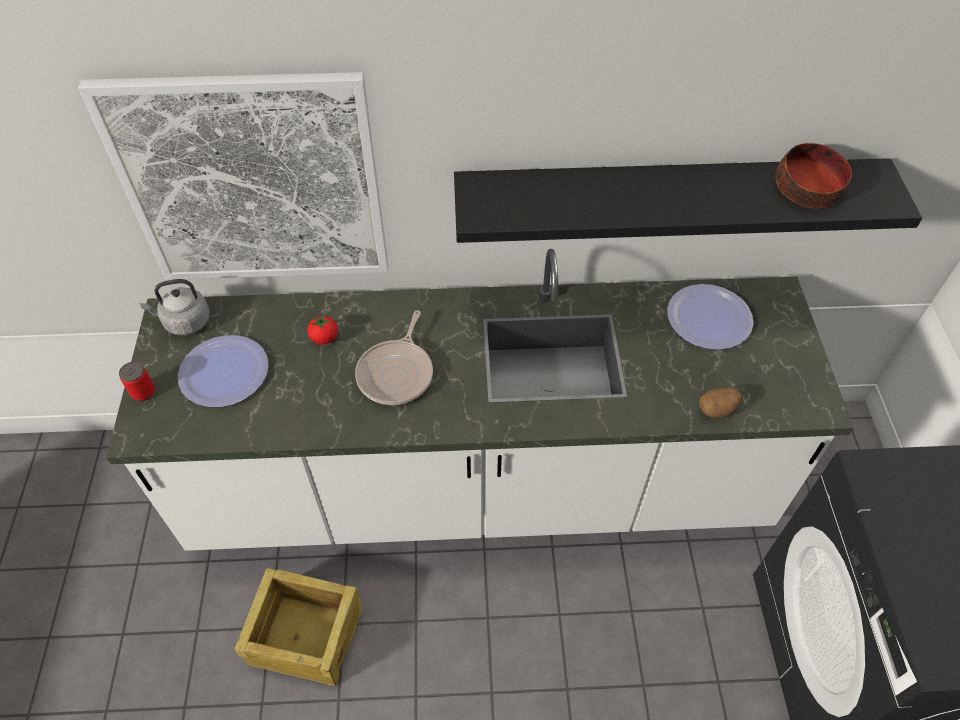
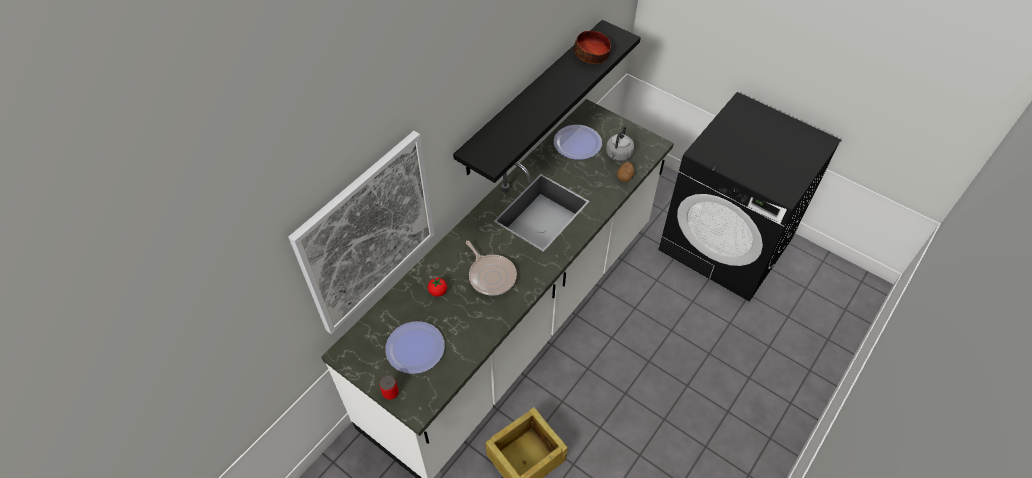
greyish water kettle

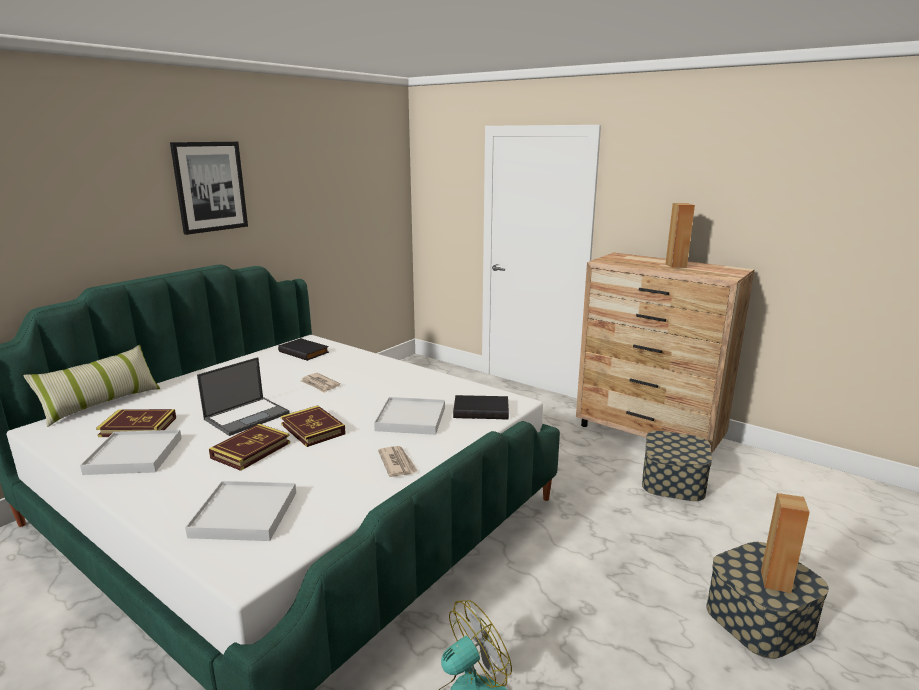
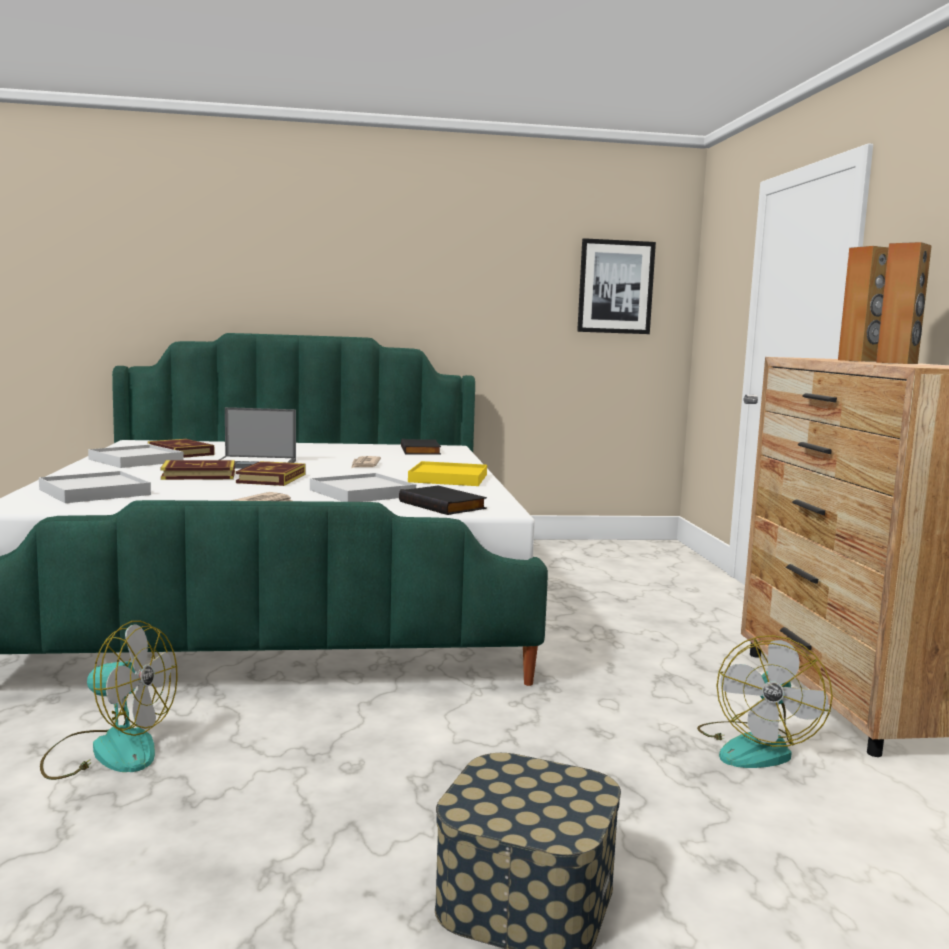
pillow
wall art
fan (no. 2 from left)
brownish speaker (no. 1 from left)
yellow-coloured tray

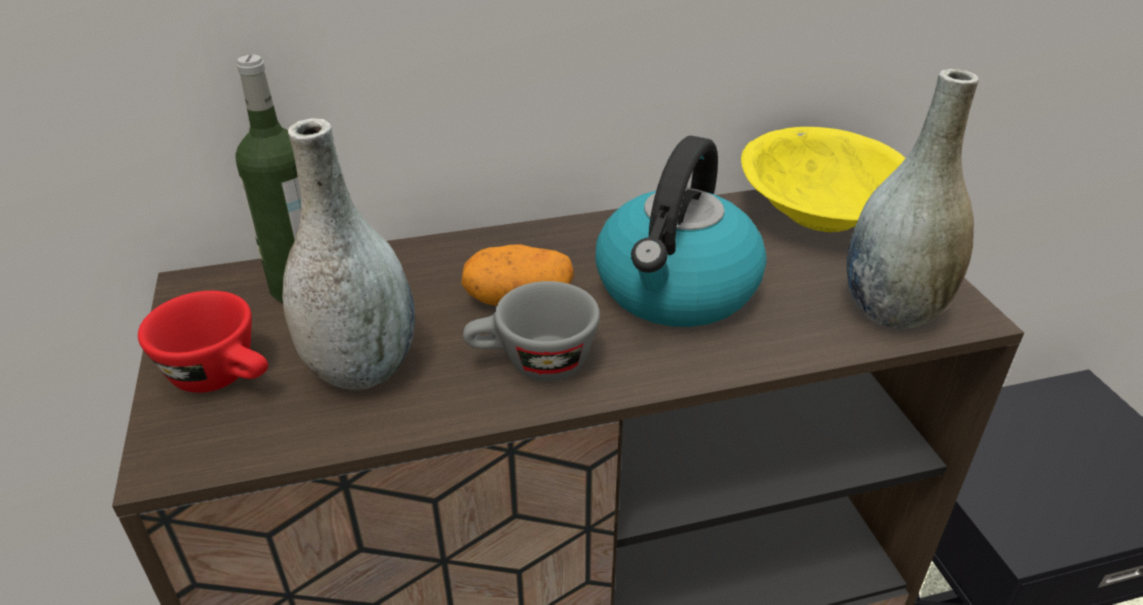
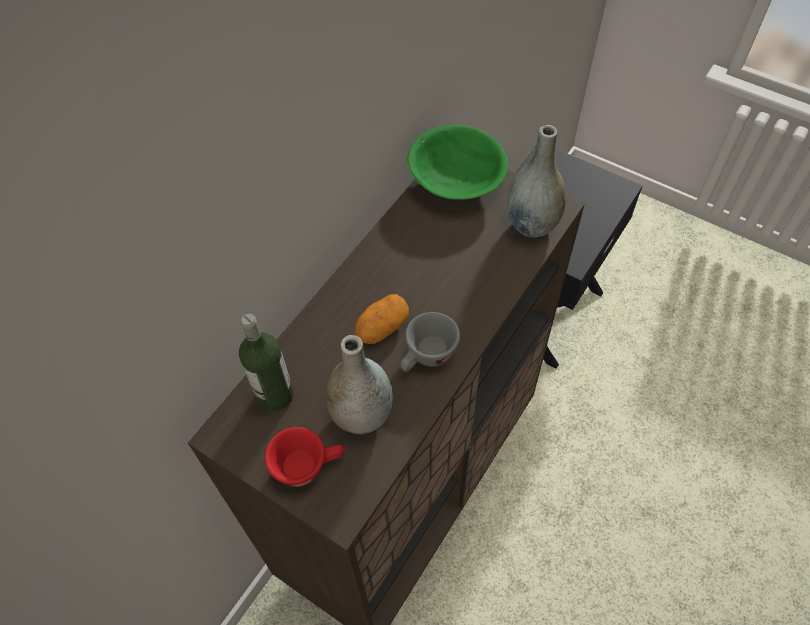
water kettle
green deep dish

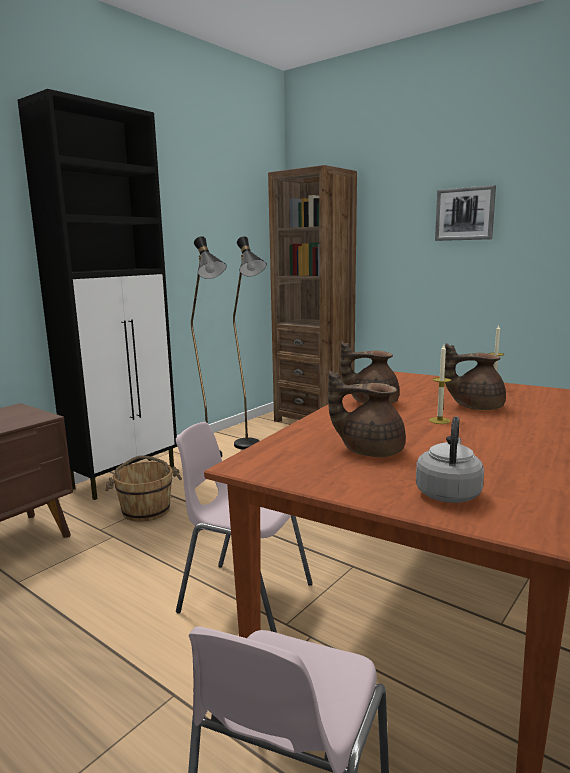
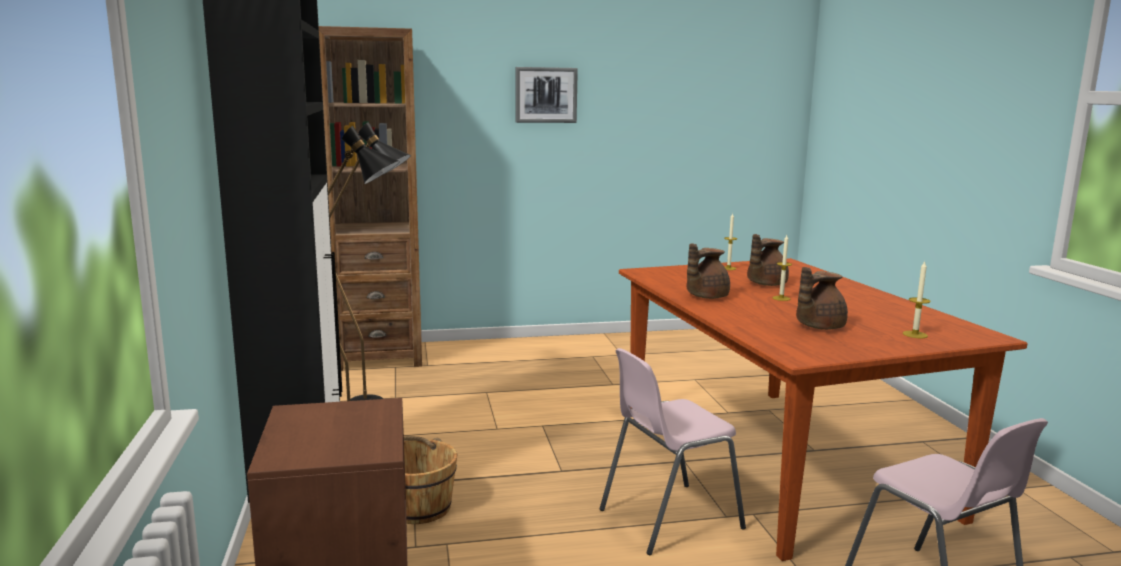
wax candle (no. 3 from left)

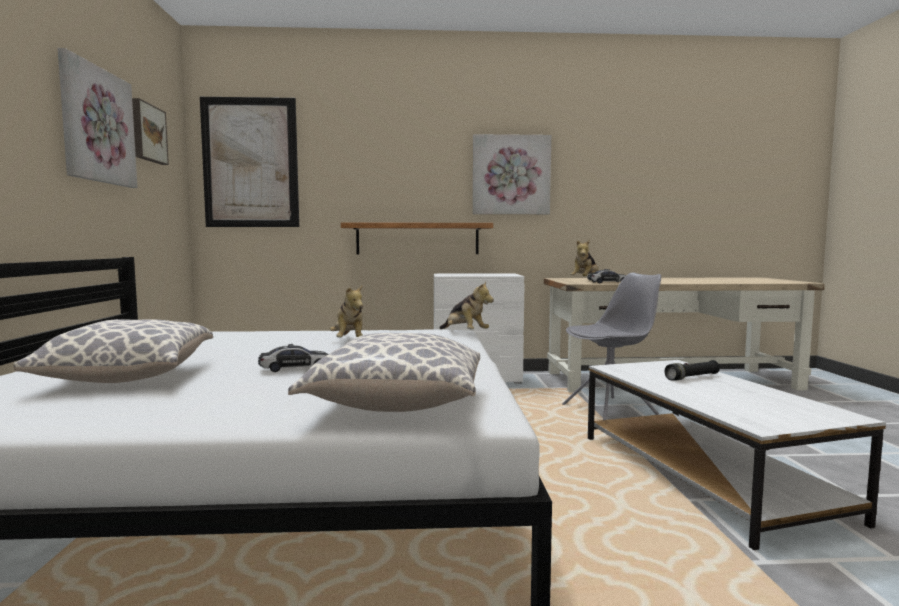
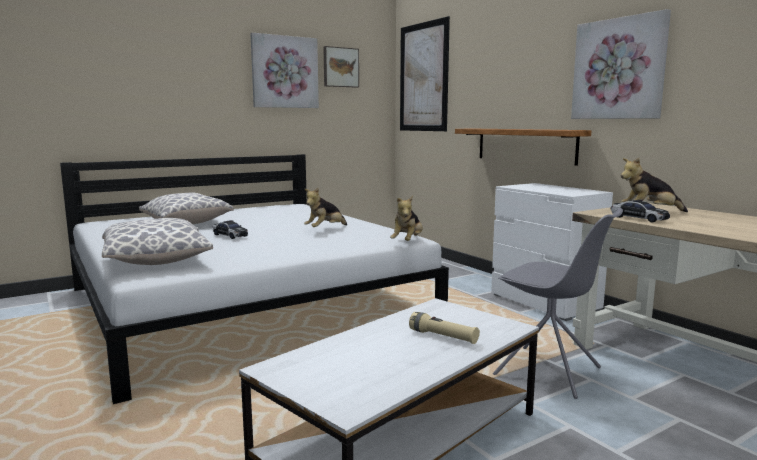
sand-coloured hand torch

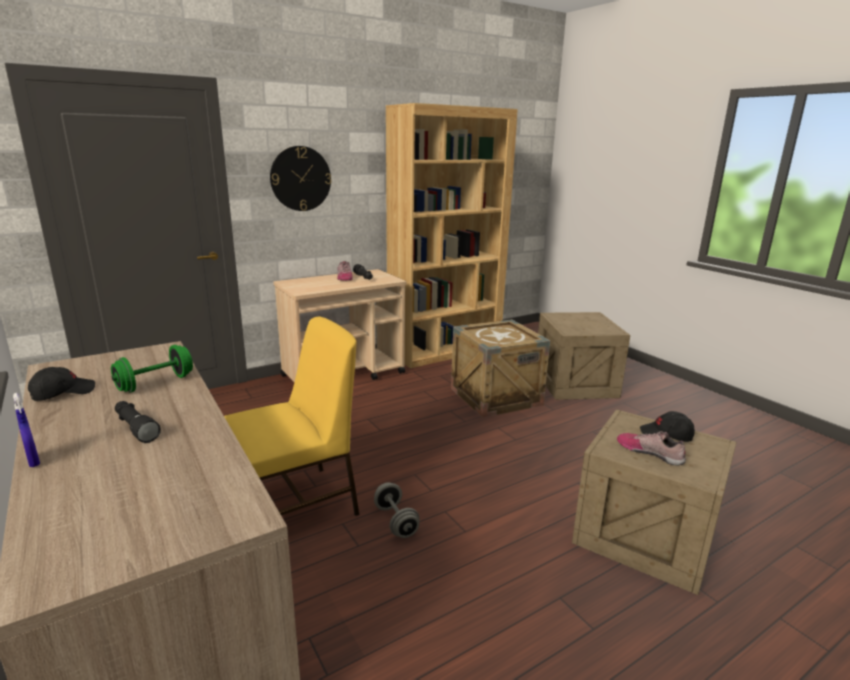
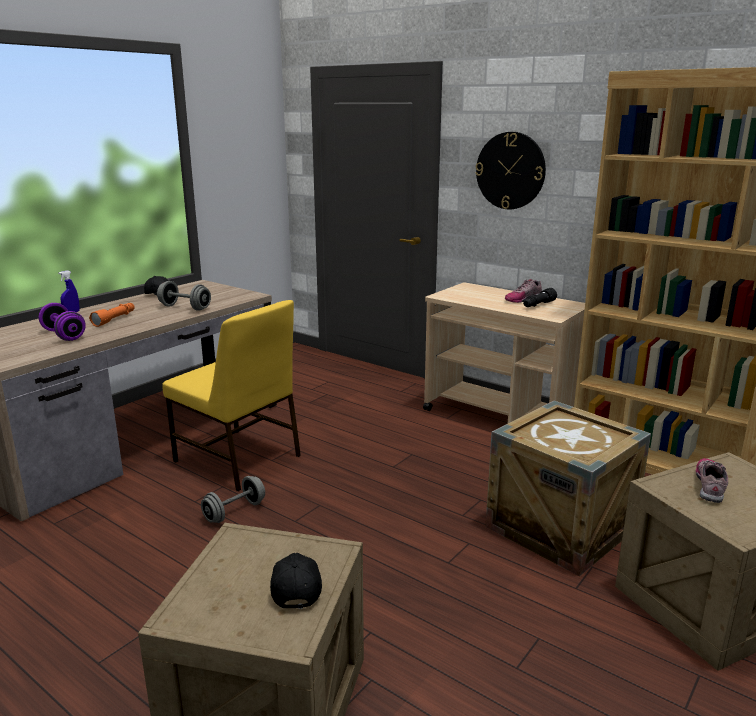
greyish free weight (no. 1 from left)
orange-coloured hand torch
low shoe (no. 2 from left)
purple free weight

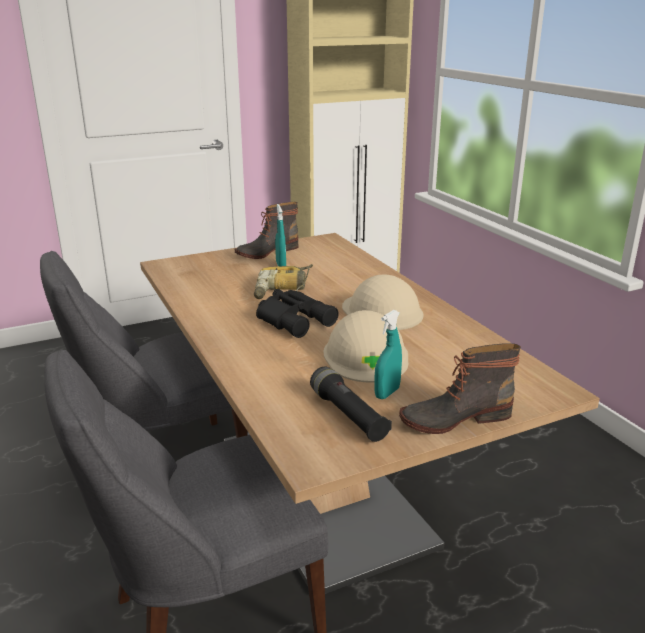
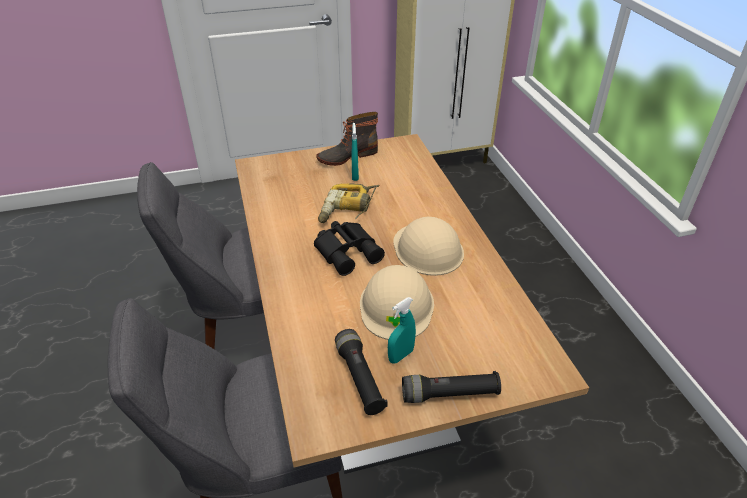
black-coloured hand torch (no. 2 from left)

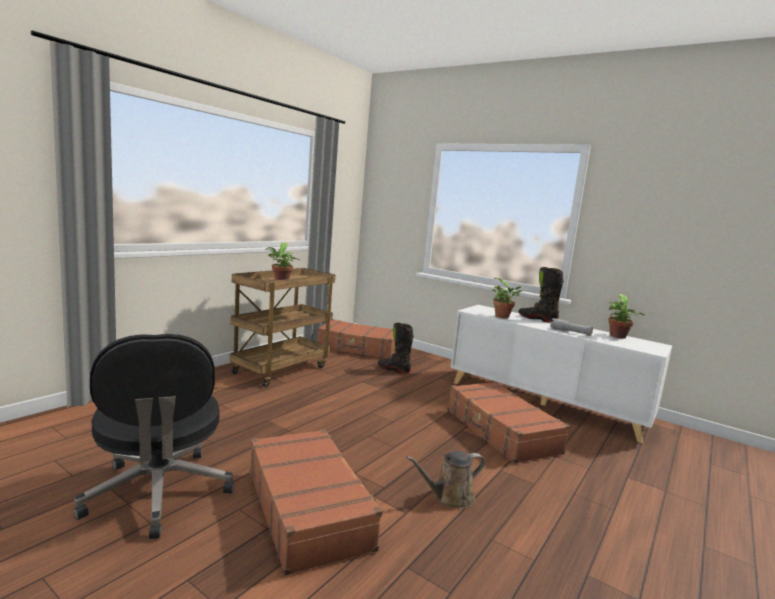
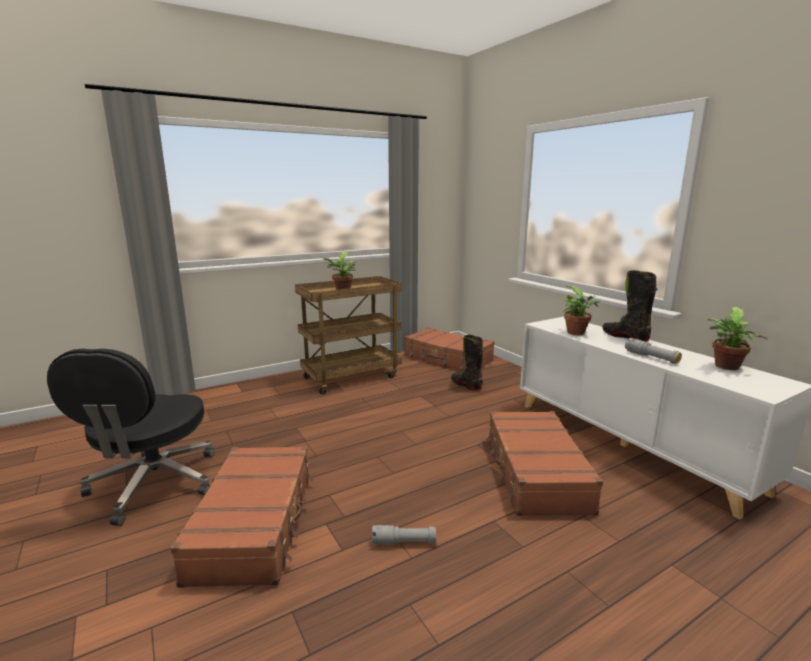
greyish hand torch (no. 1 from left)

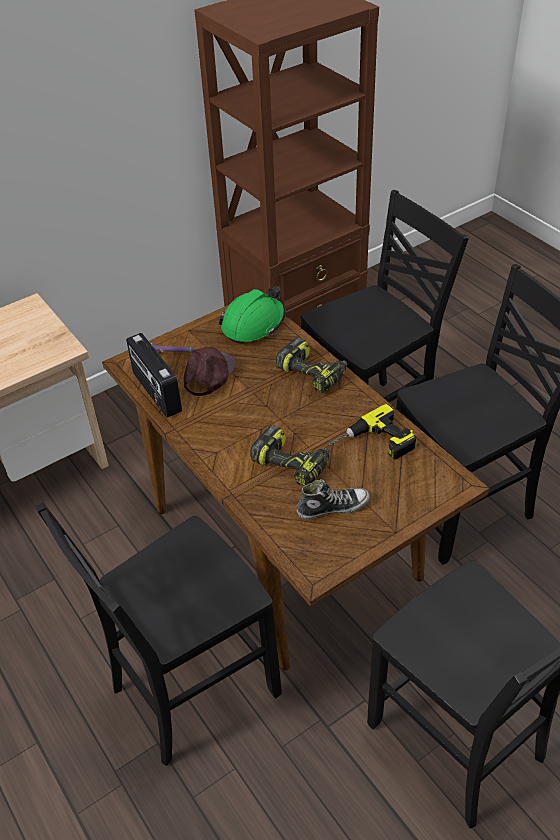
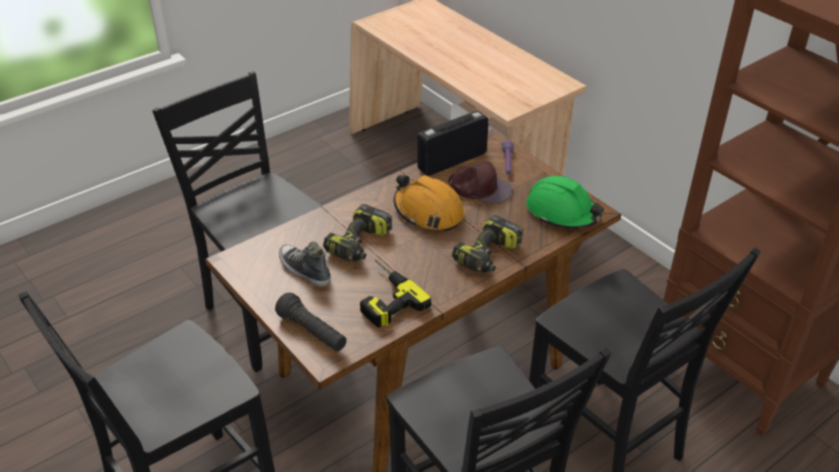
low shoe
black-coloured hand torch
orange-coloured safety helmet

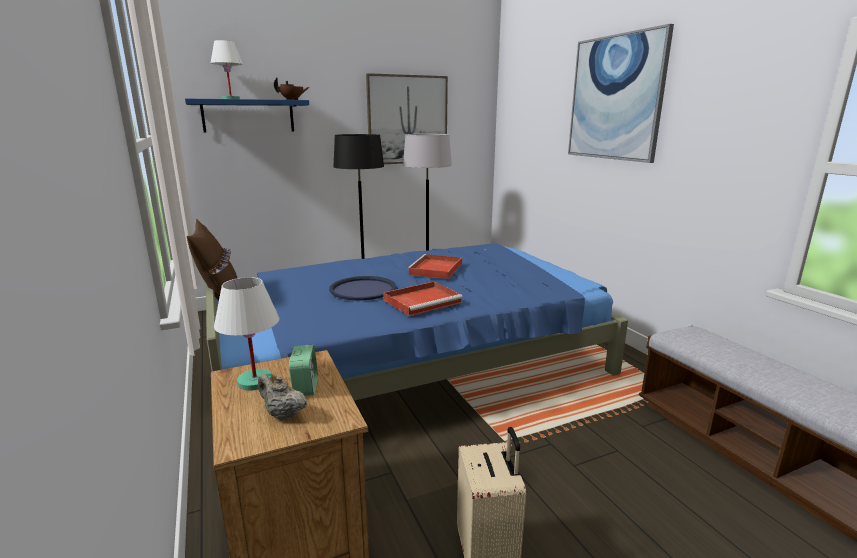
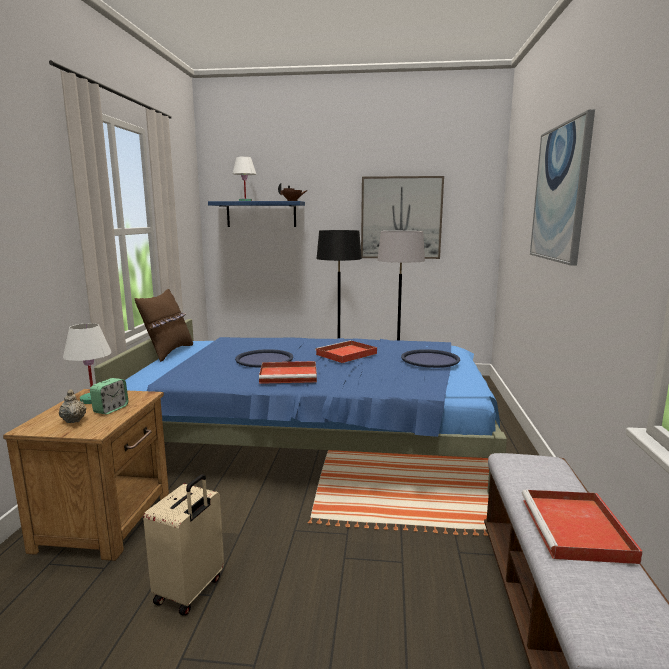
blue-coloured tray (no. 2 from left)
red tray (no. 3 from left)

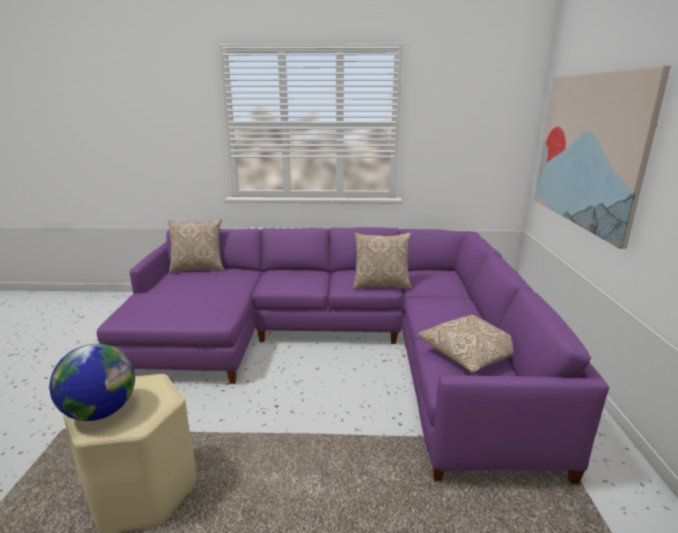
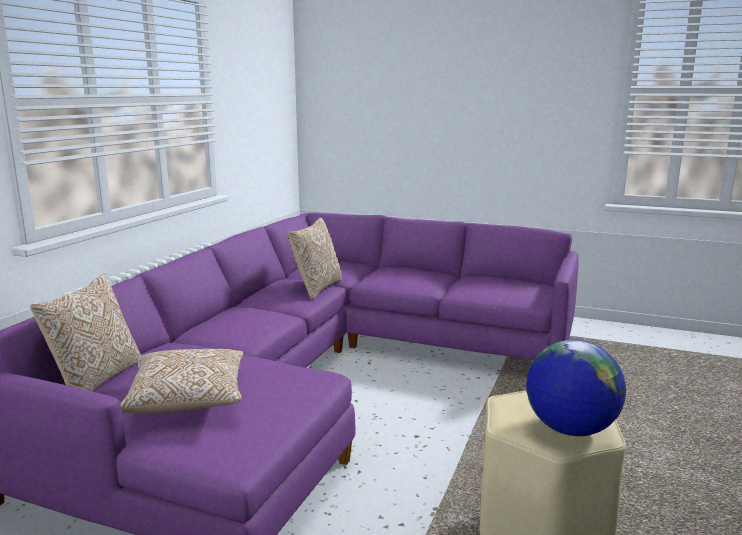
pillow (no. 2 from left)
wall art

